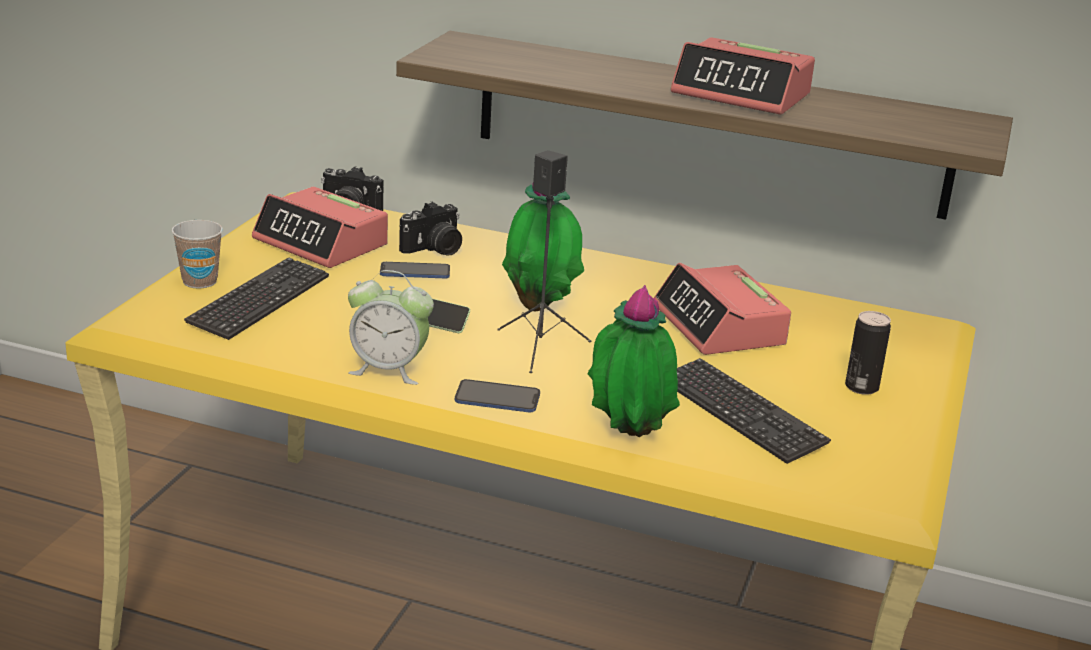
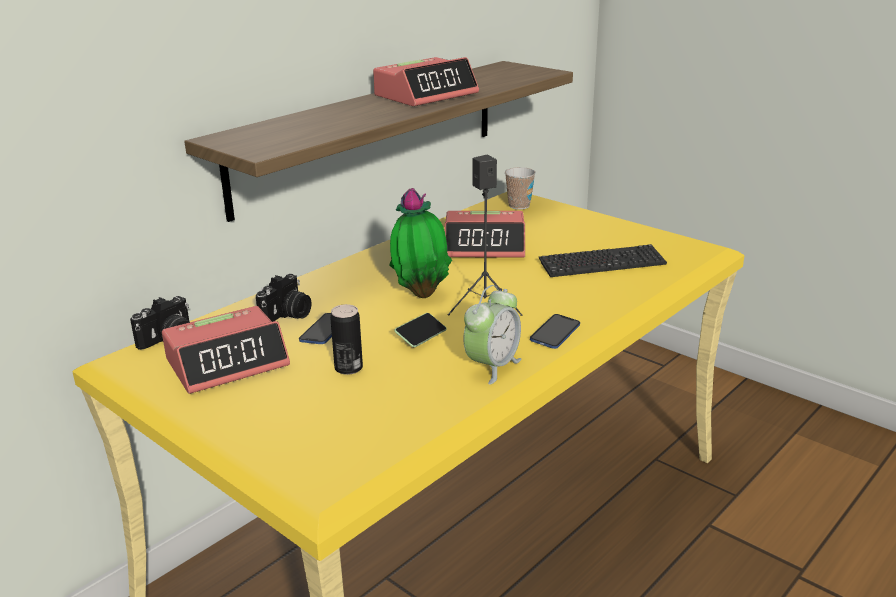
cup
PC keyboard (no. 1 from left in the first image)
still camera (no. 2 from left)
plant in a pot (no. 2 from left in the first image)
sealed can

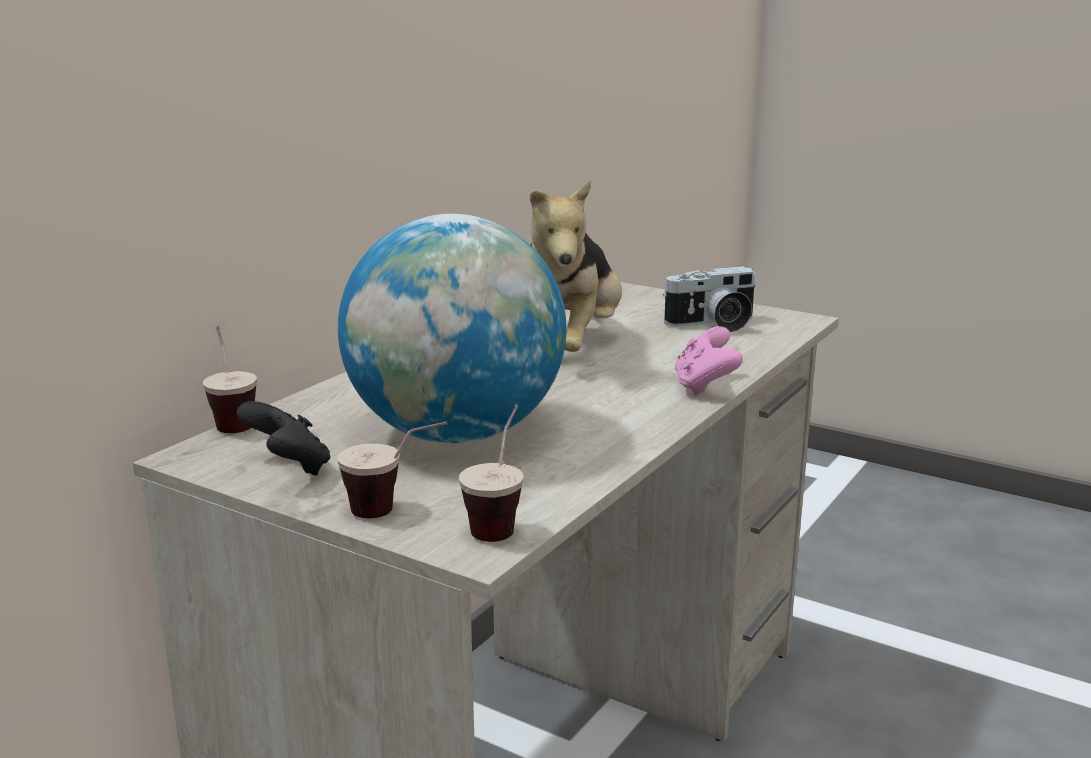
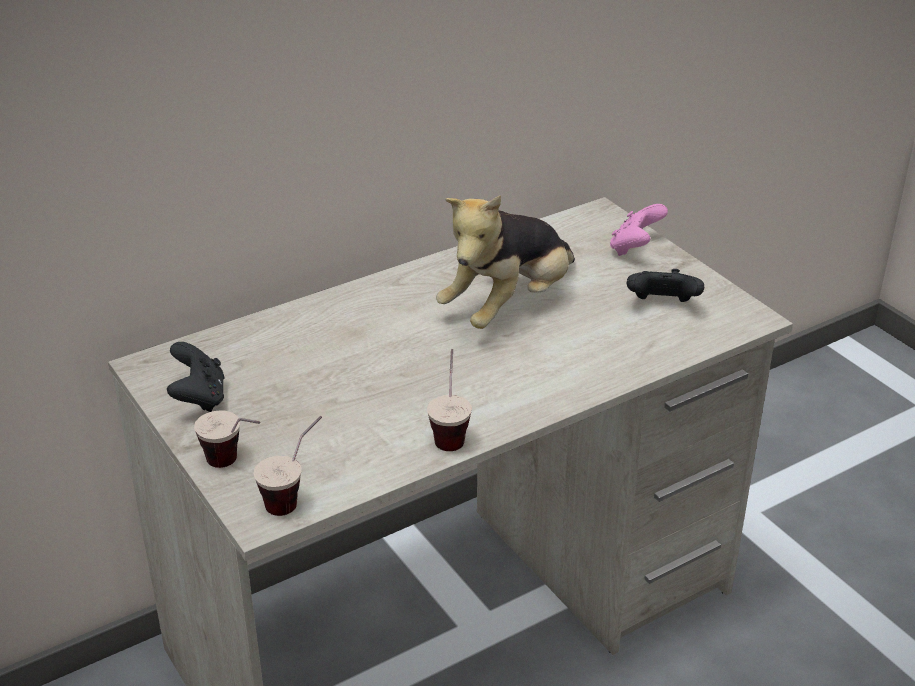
cup (no. 3 from left)
desk globe
black-coloured game controller (no. 2 from left)
pinkish game controller

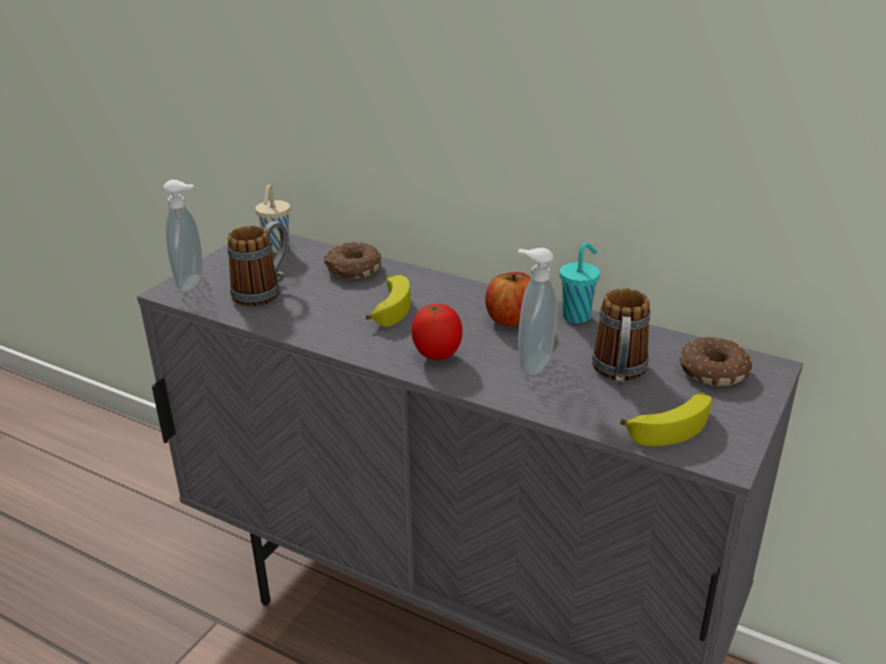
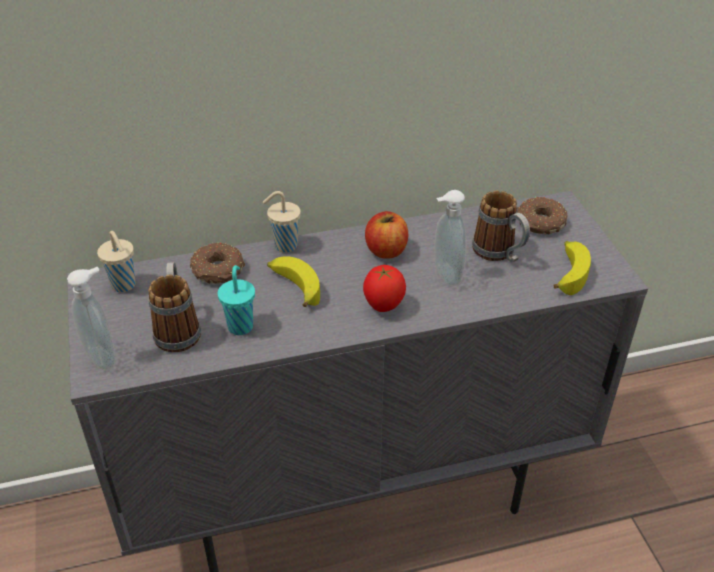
turquoise cup
sand-coloured cup (no. 2 from left)

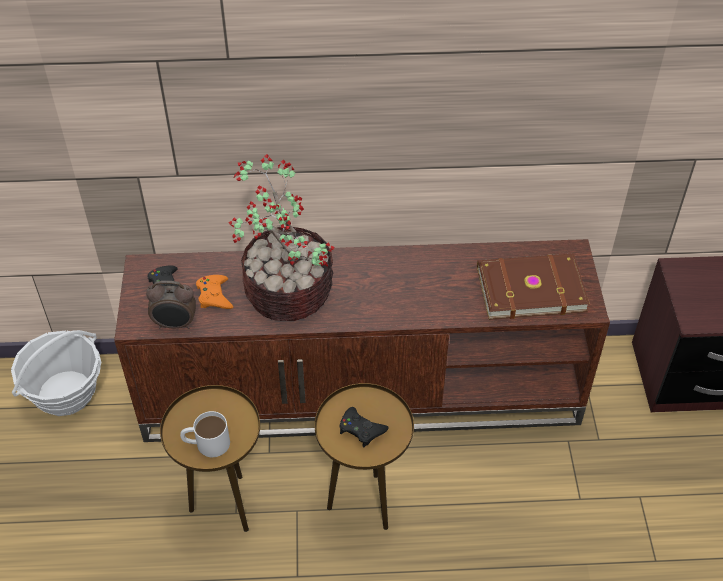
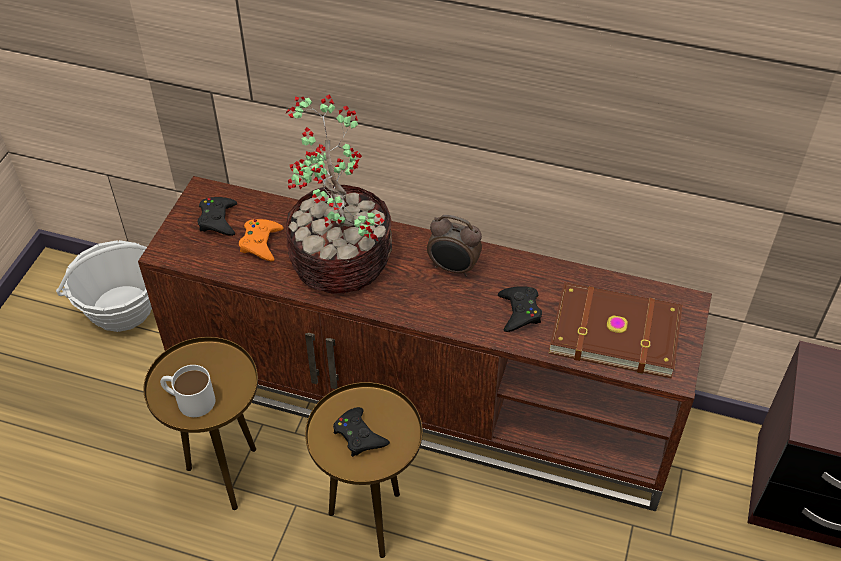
alarm clock
black-coloured game controller (no. 3 from left)

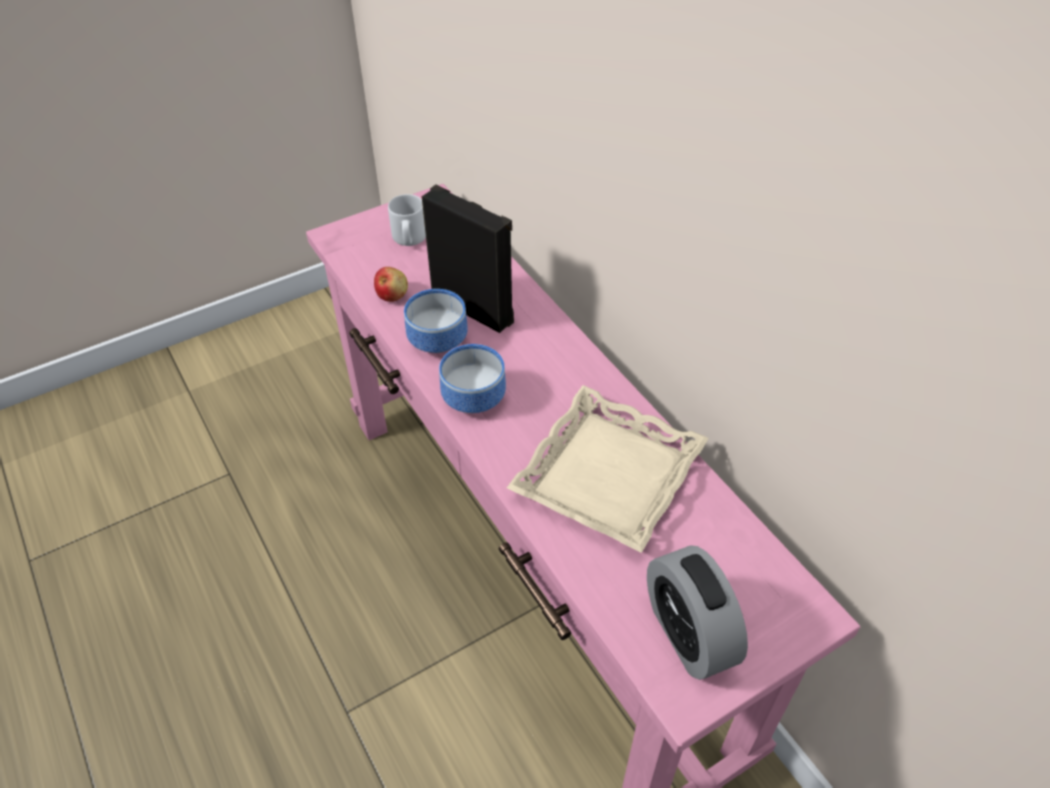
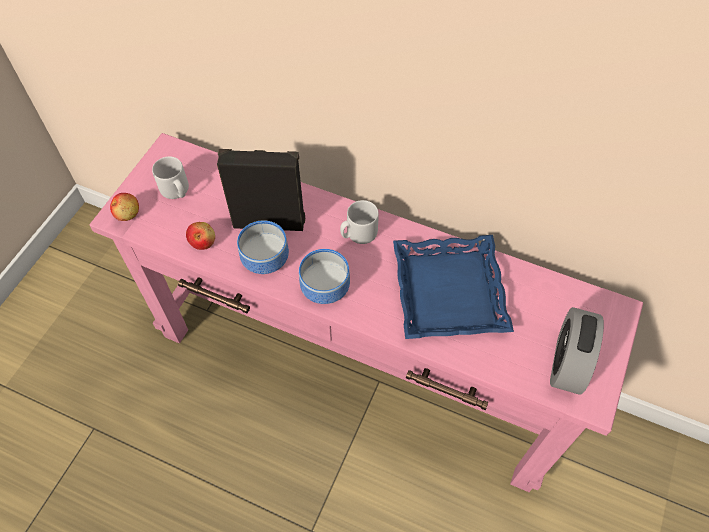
blue-coloured tray
alarm clock
apple (no. 1 from left)
greyish mug (no. 2 from left)

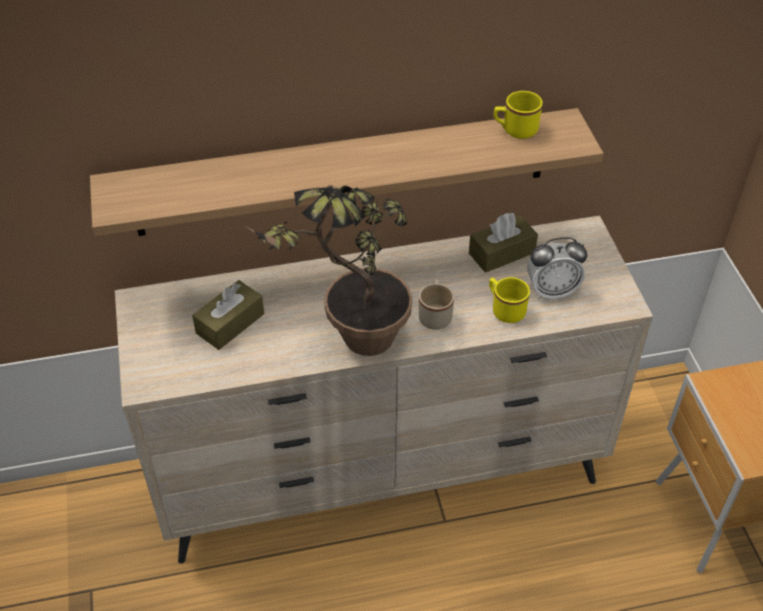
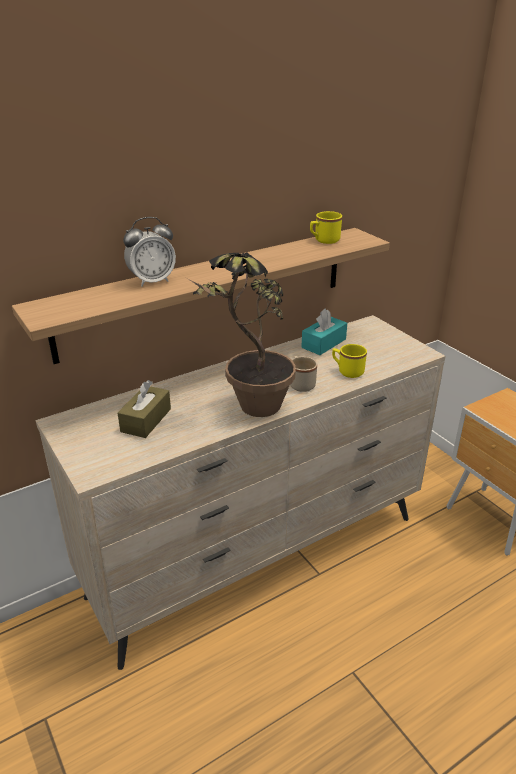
turquoise tissue box
alarm clock

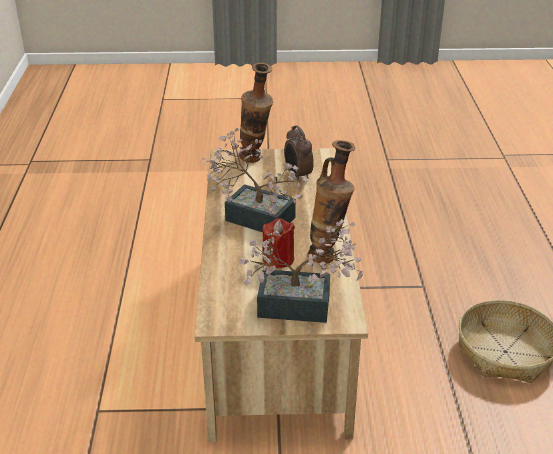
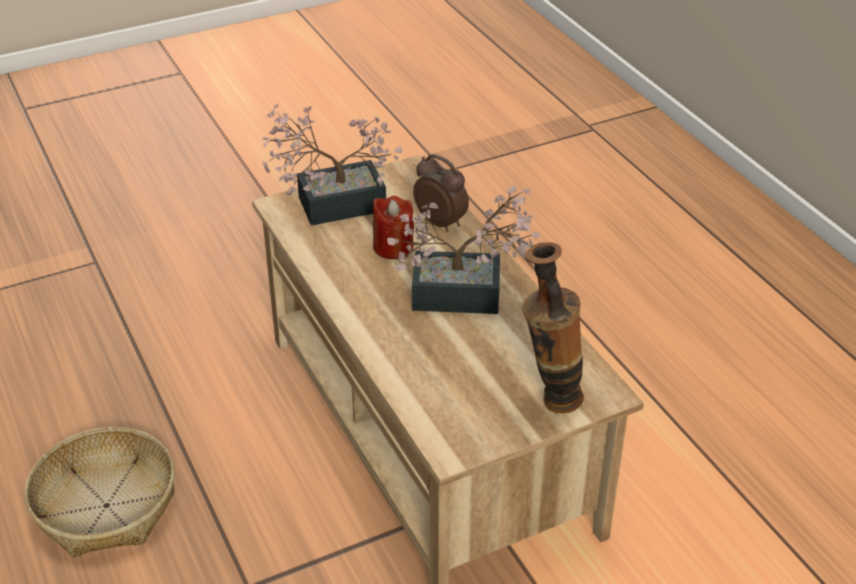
alarm clock
flower vase (no. 2 from left in the first image)

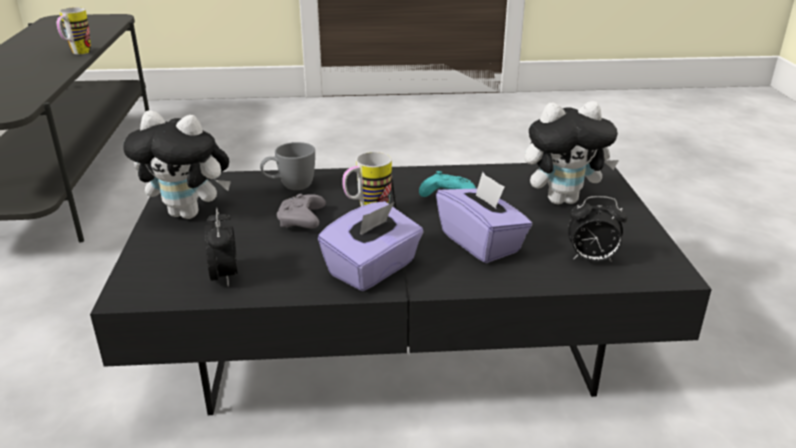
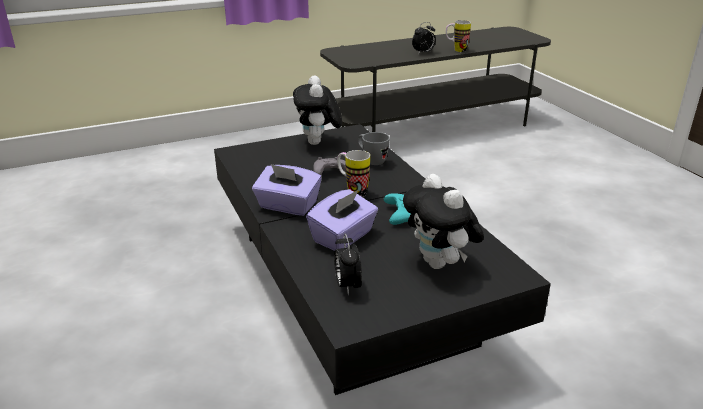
alarm clock (no. 2 from left)

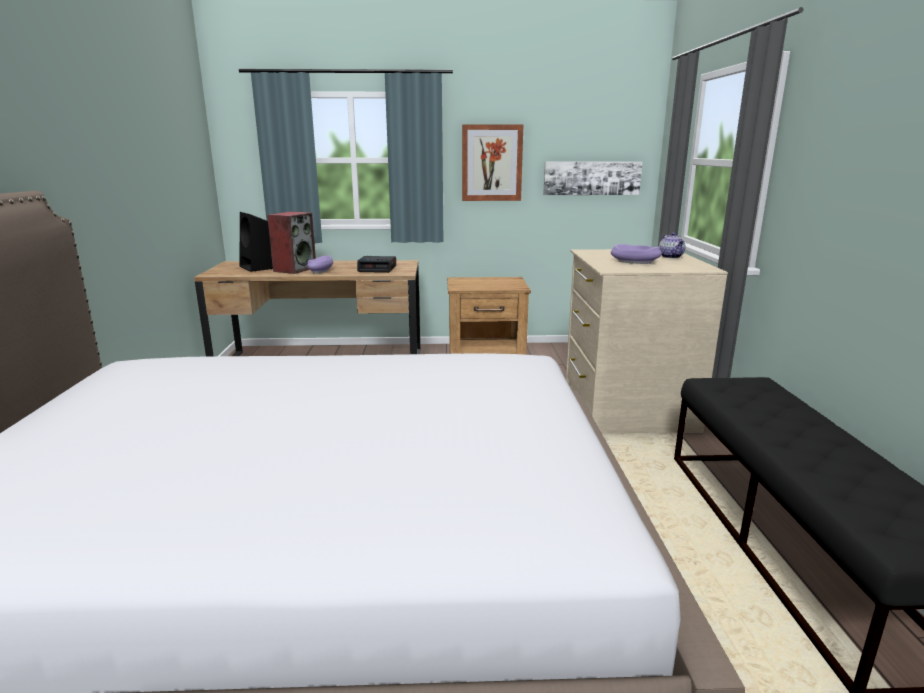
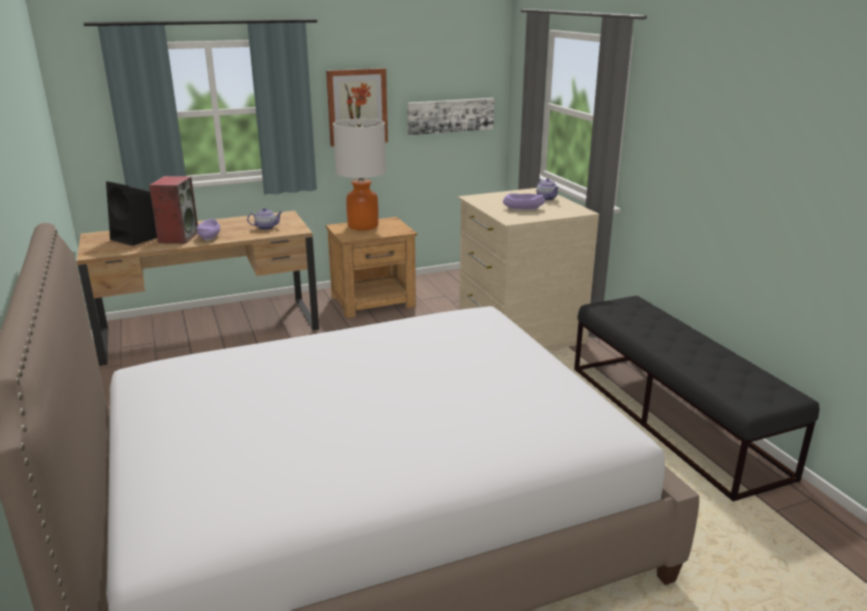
tea pot (no. 1 from left)
tabletop lamp

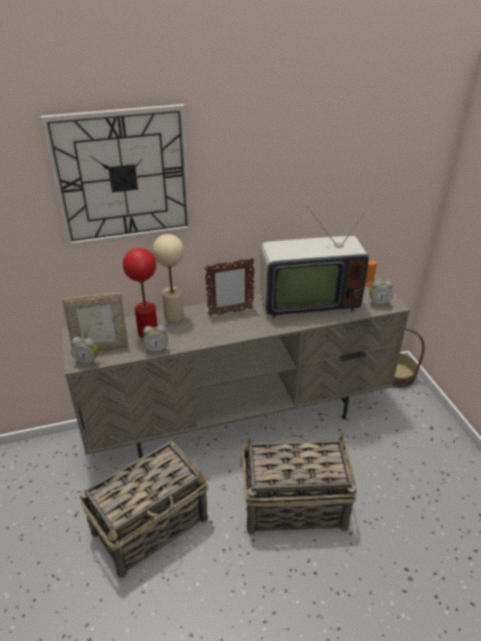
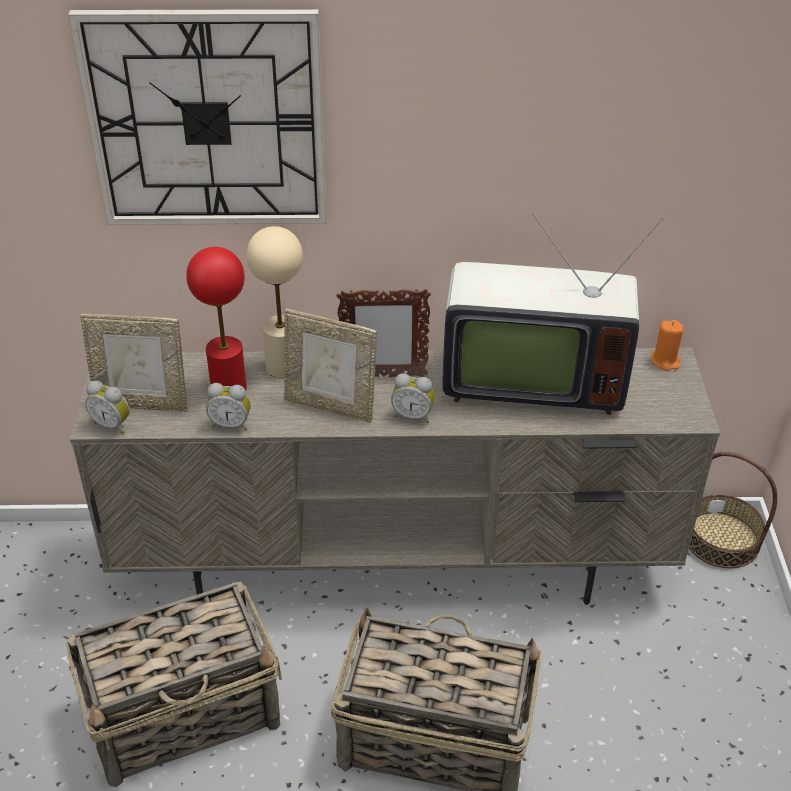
alarm clock (no. 3 from left)
photo frame (no. 2 from left)

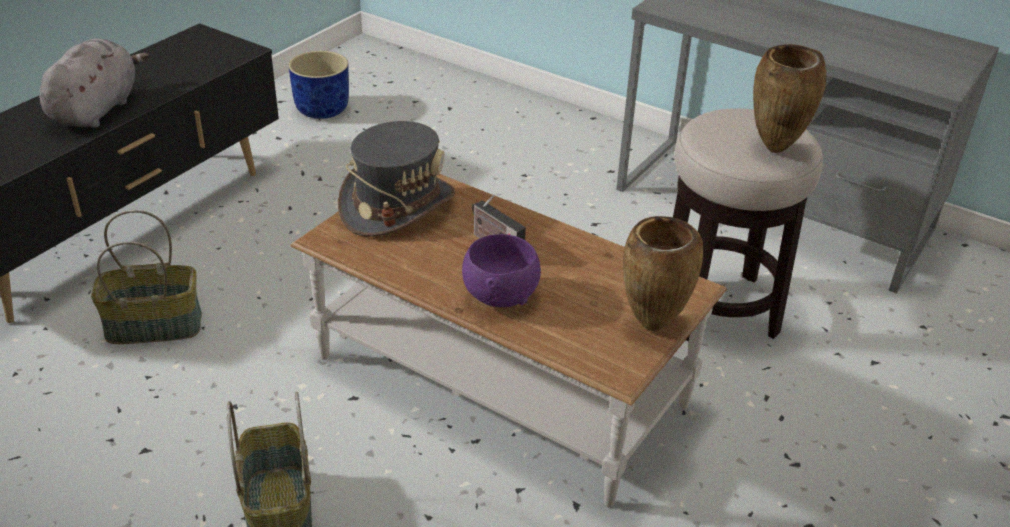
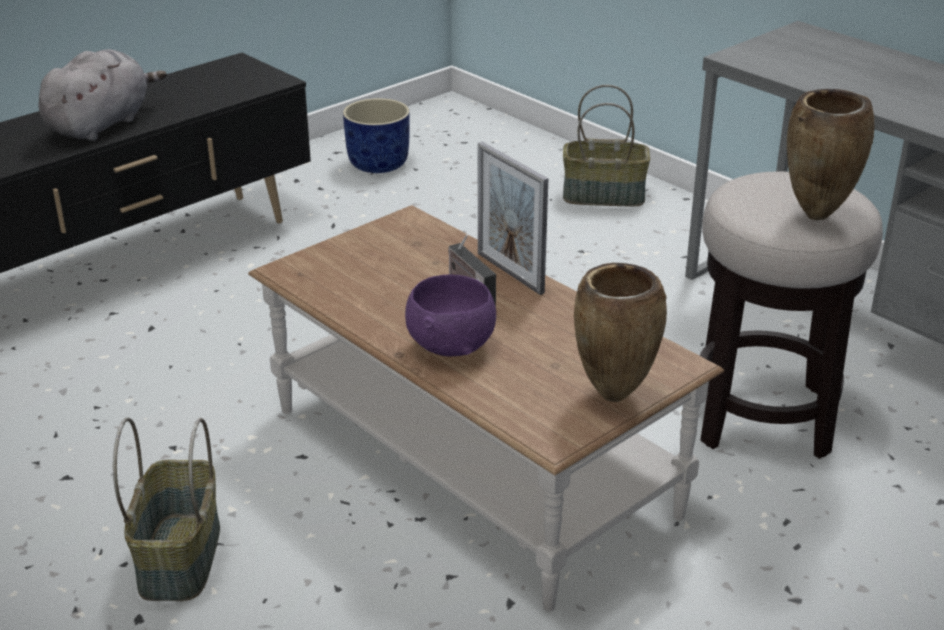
basket (no. 2 from left)
greyish wearable hat
photo frame

